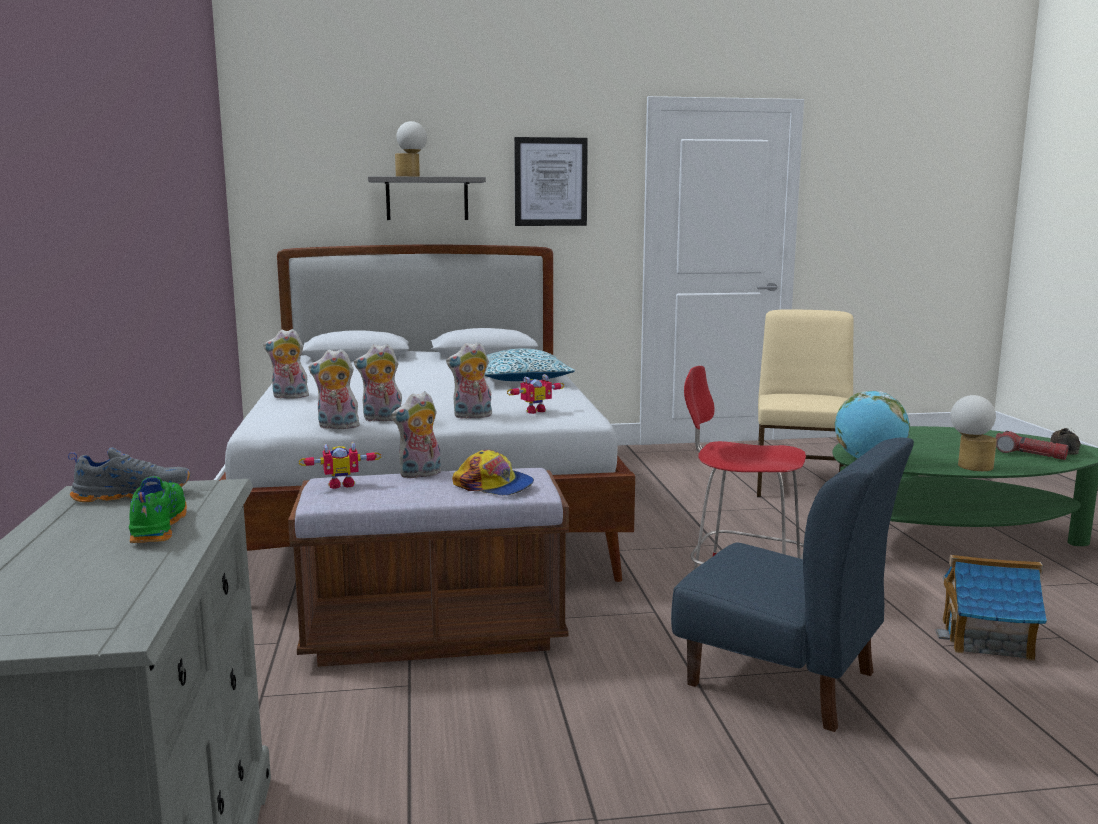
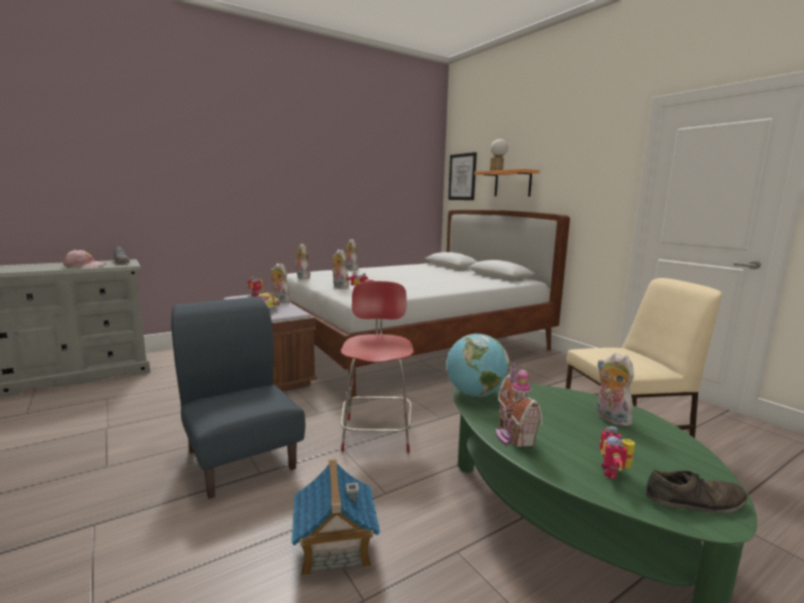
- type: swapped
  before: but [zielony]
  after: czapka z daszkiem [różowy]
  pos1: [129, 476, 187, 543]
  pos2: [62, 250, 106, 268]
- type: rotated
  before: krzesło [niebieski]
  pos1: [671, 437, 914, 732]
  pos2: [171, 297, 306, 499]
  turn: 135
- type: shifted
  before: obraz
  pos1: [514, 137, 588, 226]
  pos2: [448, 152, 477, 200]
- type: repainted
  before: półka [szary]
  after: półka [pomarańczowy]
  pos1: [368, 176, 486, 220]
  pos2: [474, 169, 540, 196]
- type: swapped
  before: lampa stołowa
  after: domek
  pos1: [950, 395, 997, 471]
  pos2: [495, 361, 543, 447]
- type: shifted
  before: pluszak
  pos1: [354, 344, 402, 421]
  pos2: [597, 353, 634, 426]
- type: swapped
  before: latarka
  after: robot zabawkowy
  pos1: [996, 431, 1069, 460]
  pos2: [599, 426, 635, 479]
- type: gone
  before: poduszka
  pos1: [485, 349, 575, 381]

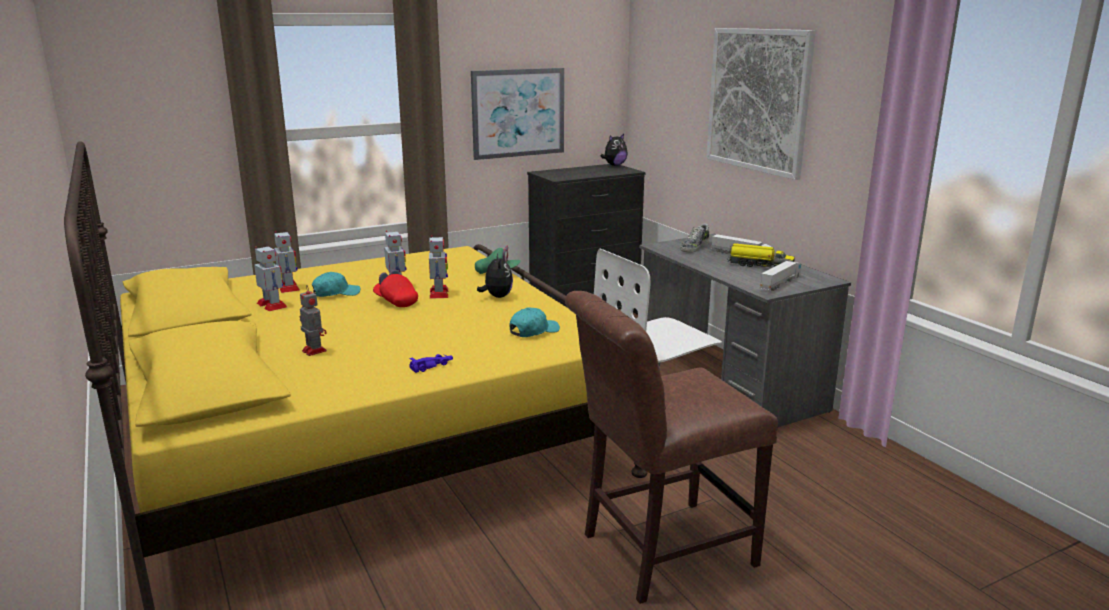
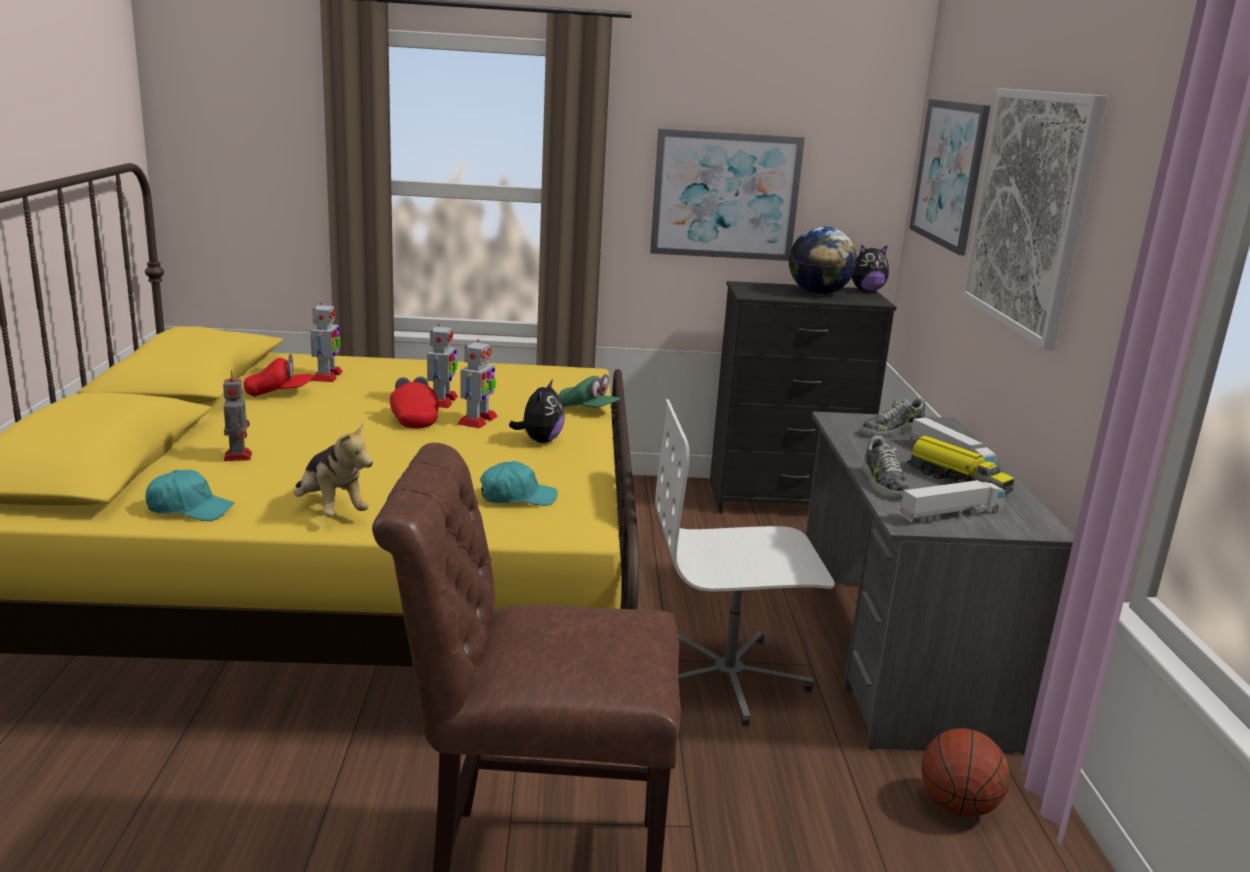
- type: shifted
  before: czapka z daszkiem [turkusowy]
  pos1: [312, 272, 361, 297]
  pos2: [145, 470, 235, 521]
- type: swapped
  before: robot zabawkowy
  after: czapka z daszkiem [czerwony]
  pos1: [254, 246, 287, 311]
  pos2: [243, 354, 313, 396]
- type: swapped
  before: samochodzik [fioletowy]
  after: pluszak
  pos1: [409, 354, 453, 373]
  pos2: [294, 422, 373, 516]
- type: new
  after: globus
  pos2: [789, 226, 857, 294]
- type: new
  after: but
  pos2: [863, 436, 910, 499]
- type: new
  after: obraz
  pos2: [909, 99, 990, 255]
- type: new
  after: piłka do koszykówki
  pos2: [921, 728, 1010, 817]

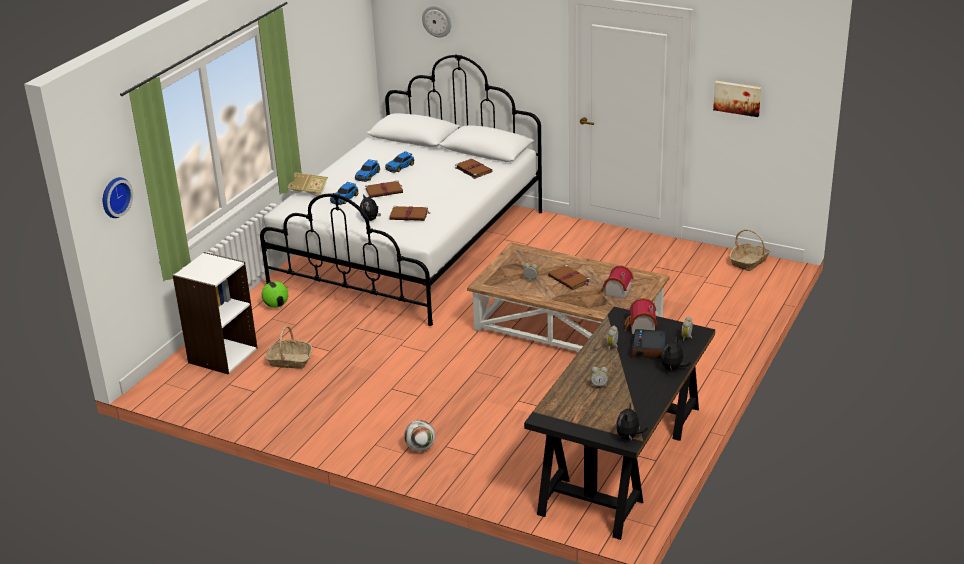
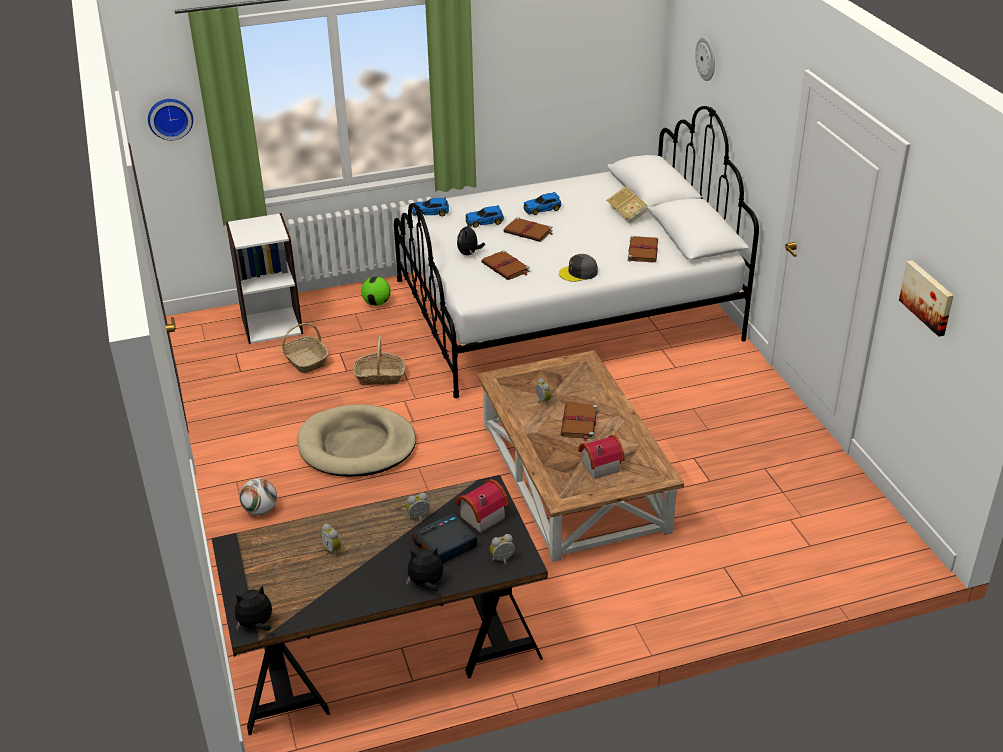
- type: new
  after: legowisko [beżowy]
  pos2: [297, 404, 416, 477]
- type: shifted
  before: koszyk
  pos1: [729, 229, 770, 271]
  pos2: [353, 336, 405, 385]
- type: shifted
  before: samochodzik
  pos1: [385, 151, 414, 173]
  pos2: [412, 197, 449, 216]
- type: new
  after: czapka z daszkiem [szary]
  pos2: [559, 254, 598, 282]
- type: shifted
  before: książka
  pos1: [288, 172, 328, 196]
  pos2: [606, 186, 648, 224]

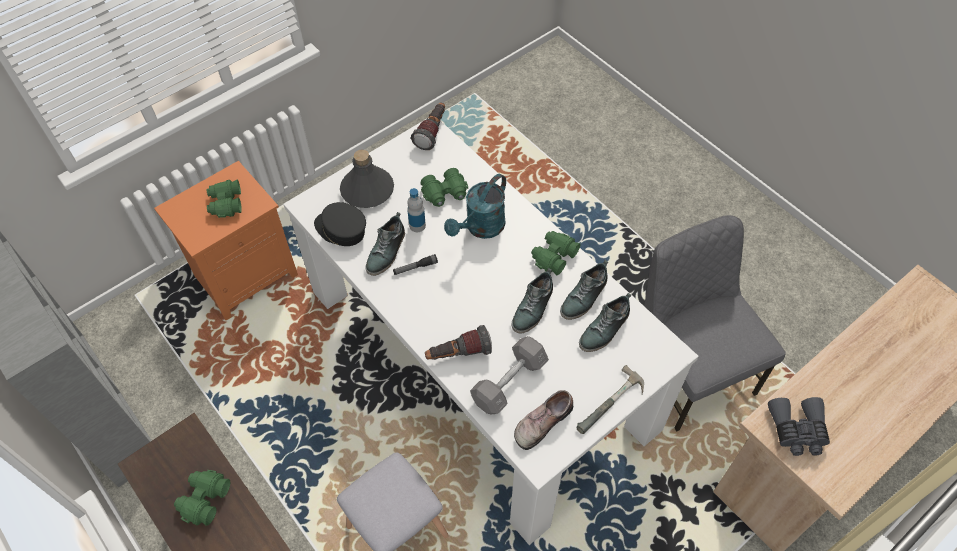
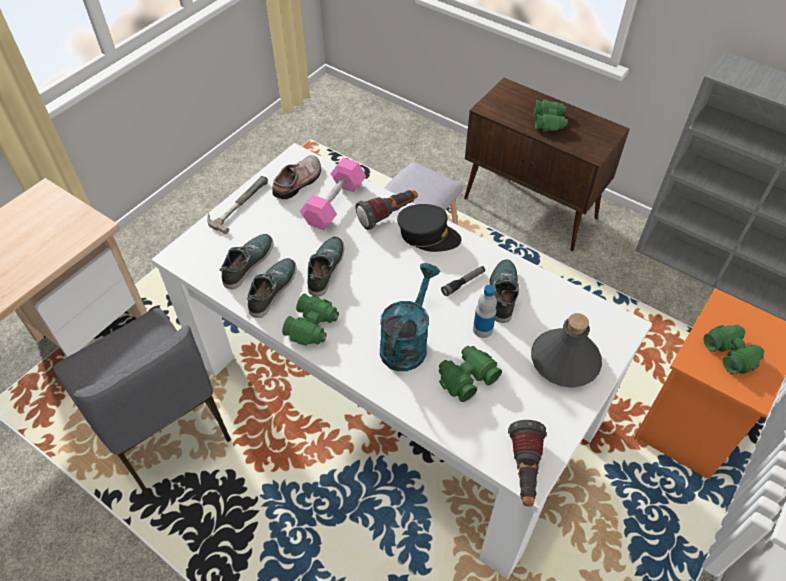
- type: repainted
  before: hantel [szary]
  after: hantel [różowy]
  pos1: [470, 336, 549, 415]
  pos2: [300, 157, 366, 230]
- type: shifted
  before: czapka z daszkiem [czarny]
  pos1: [314, 202, 366, 246]
  pos2: [397, 204, 461, 252]
- type: gone
  before: lornetka [szary]
  pos1: [768, 397, 830, 456]

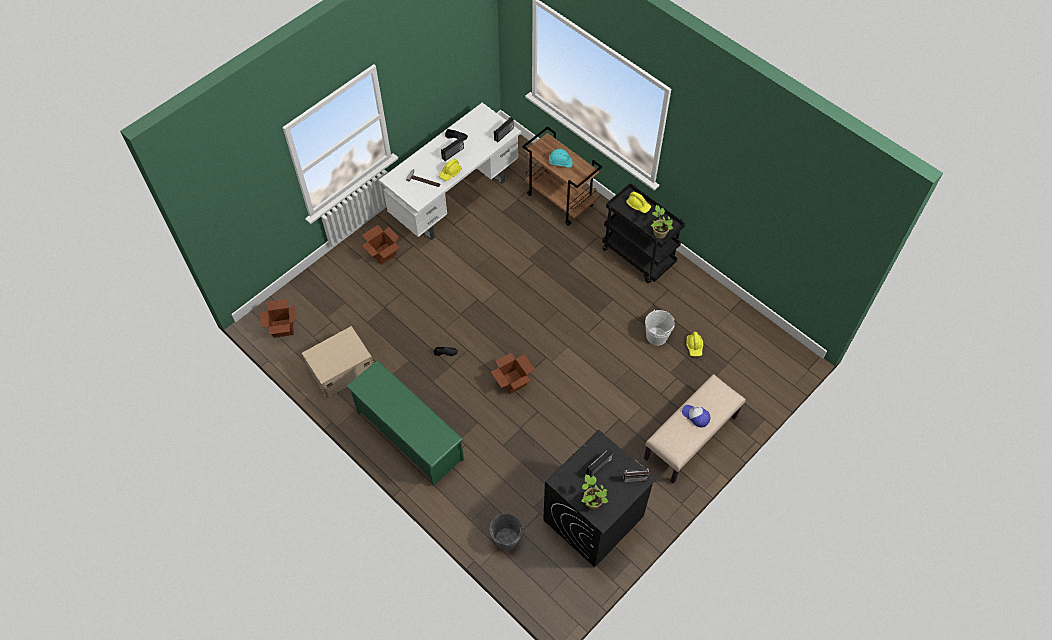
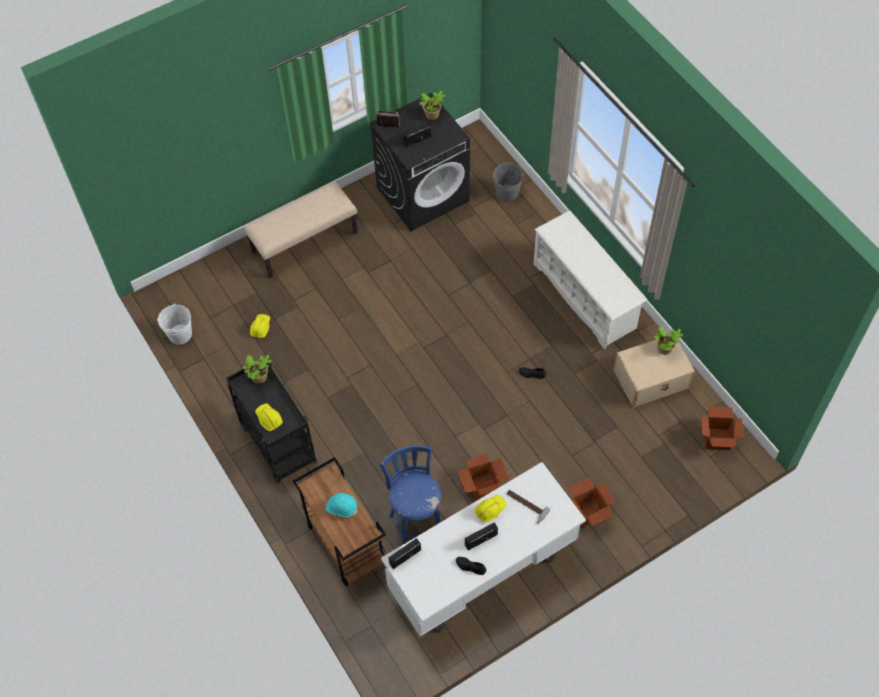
- type: shifted
  before: wiadro [biały]
  pos1: [645, 310, 675, 346]
  pos2: [157, 303, 192, 344]
- type: new
  after: stołek [niebieski]
  pos2: [380, 445, 441, 545]
- type: shifted
  before: karton
  pos1: [491, 352, 535, 394]
  pos2: [457, 454, 509, 501]
- type: repainted
  before: regał na buty [zielony]
  after: regał na buty [biały]
  pos1: [346, 360, 464, 486]
  pos2: [534, 210, 647, 349]
- type: new
  after: roślina doniczkowa
  pos2: [654, 327, 683, 355]
- type: gone
  before: czapka z daszkiem
  pos1: [682, 405, 710, 427]

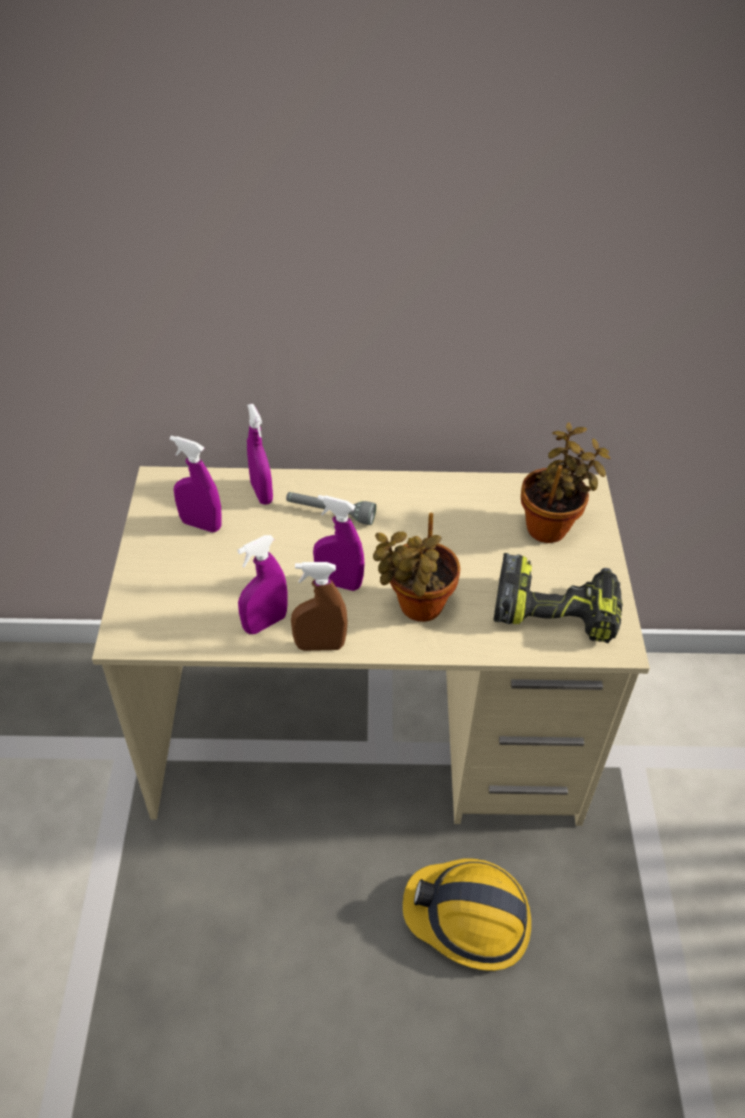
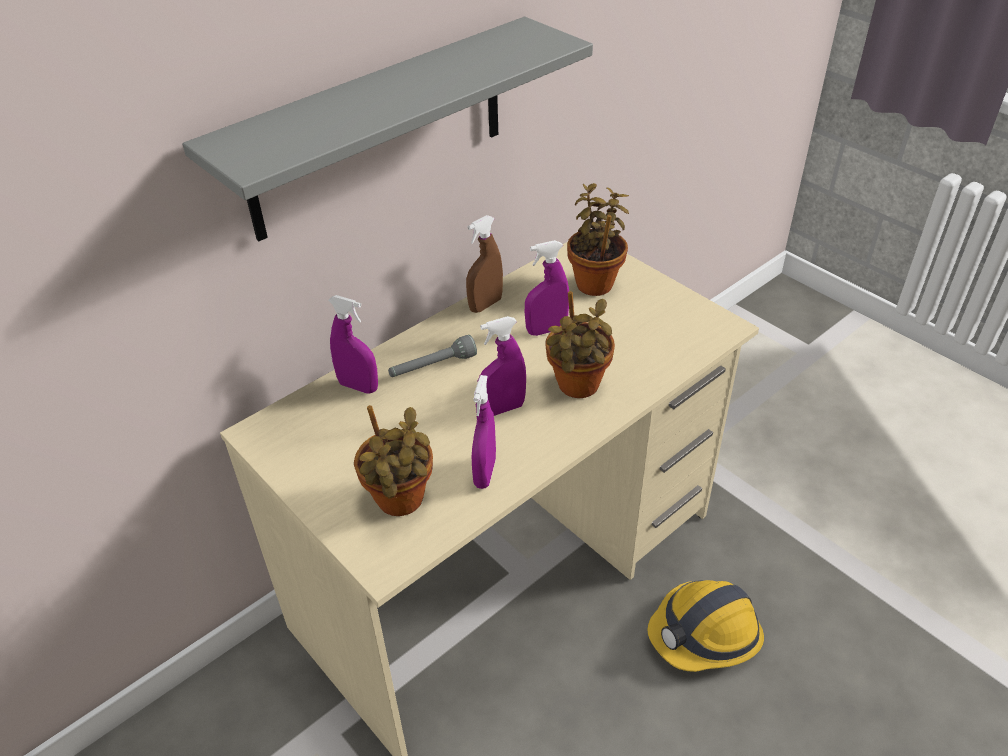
- type: new
  after: półka [szary]
  pos2: [182, 17, 593, 241]
- type: new
  after: roślina doniczkowa
  pos2: [354, 405, 433, 516]
- type: shifted
  before: spryskiwacz [brązowy]
  pos1: [291, 562, 348, 651]
  pos2: [466, 215, 503, 313]
- type: shifted
  before: spryskiwacz [fioletowy]
  pos1: [170, 436, 222, 533]
  pos2: [525, 240, 569, 336]
- type: gone
  before: wiertarka
  pos1: [494, 553, 623, 643]

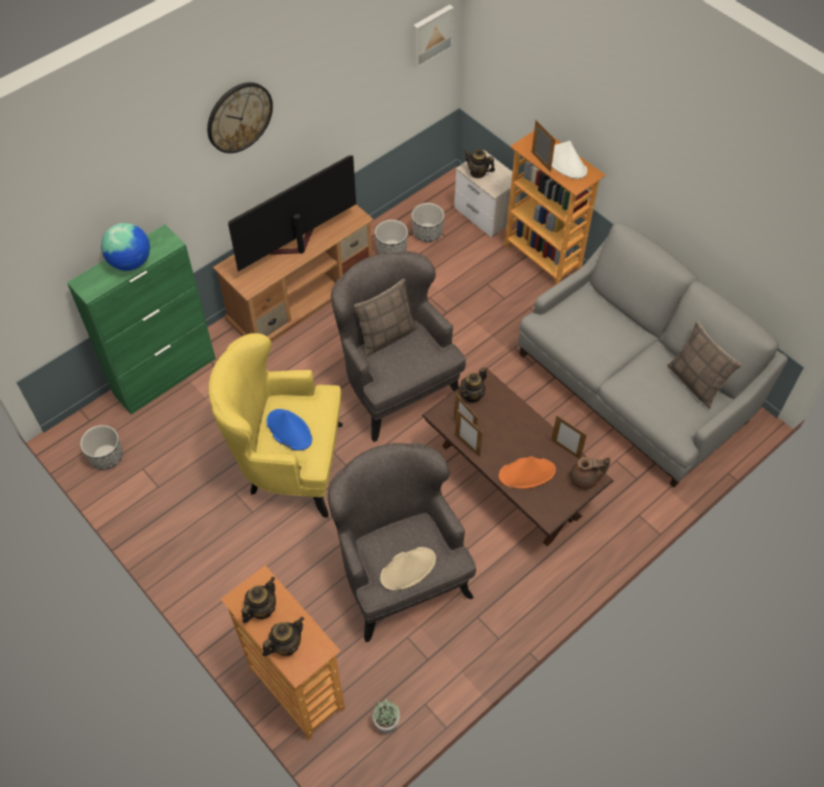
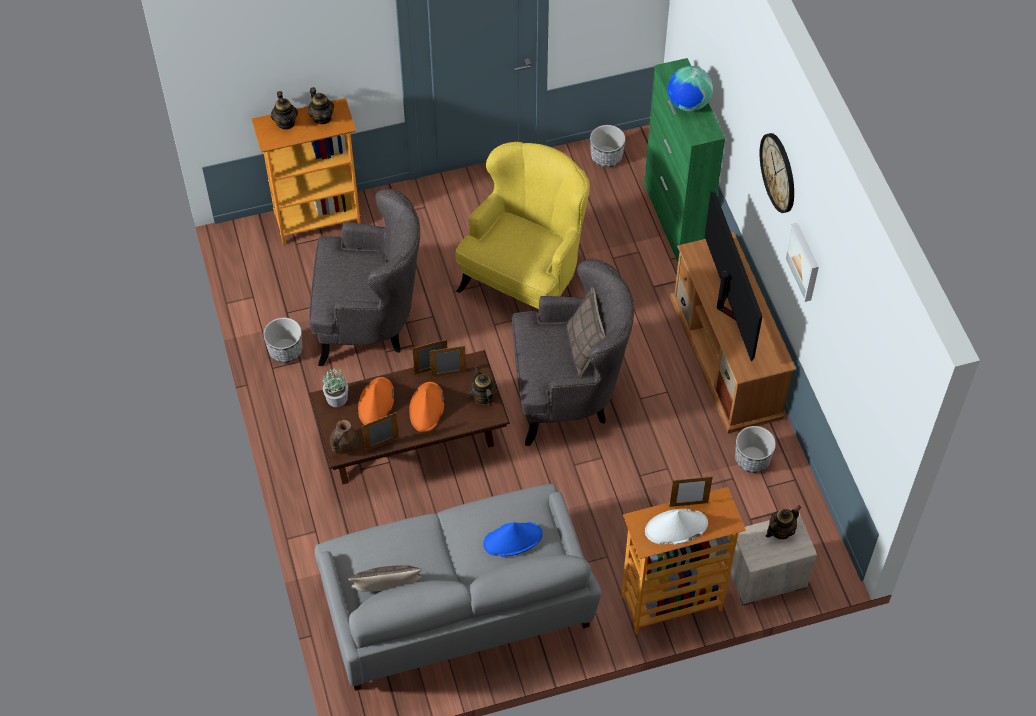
- type: shifted
  before: donica
  pos1: [412, 203, 444, 242]
  pos2: [263, 318, 303, 363]
- type: shifted
  before: roślina doniczkowa
  pos1: [372, 699, 400, 734]
  pos2: [323, 367, 348, 407]
- type: new
  after: kapelusz [pomarańczowy]
  pos2: [409, 382, 444, 432]
- type: shifted
  before: kapelusz [niebieski]
  pos1: [267, 409, 312, 451]
  pos2: [483, 522, 543, 556]
- type: shifted
  before: obraz
  pos1: [413, 5, 454, 68]
  pos2: [784, 223, 819, 302]
- type: gone
  before: kapelusz [beżowy]
  pos1: [380, 547, 436, 591]

